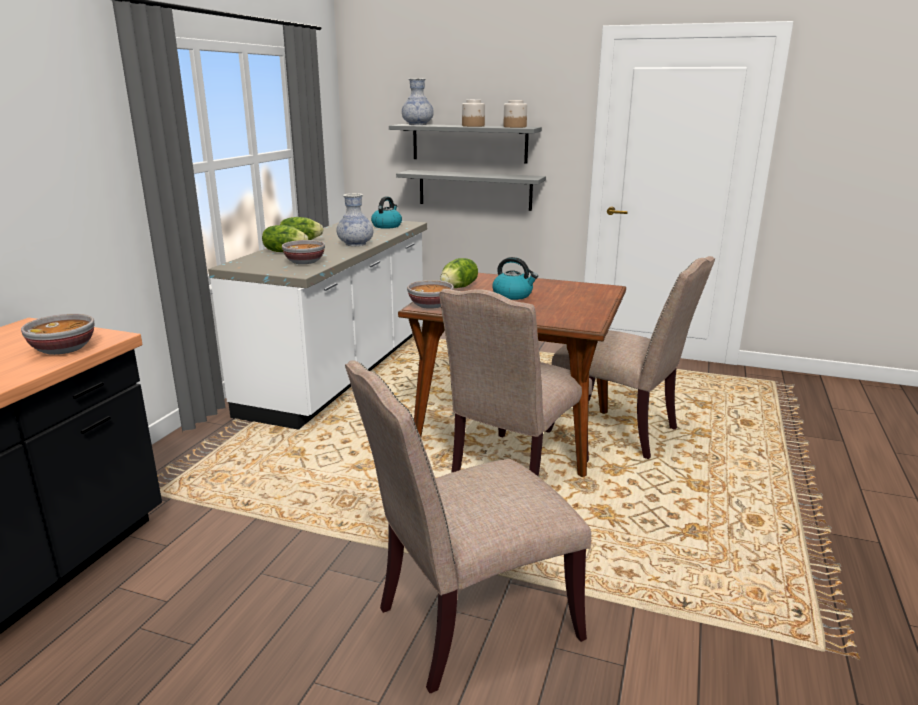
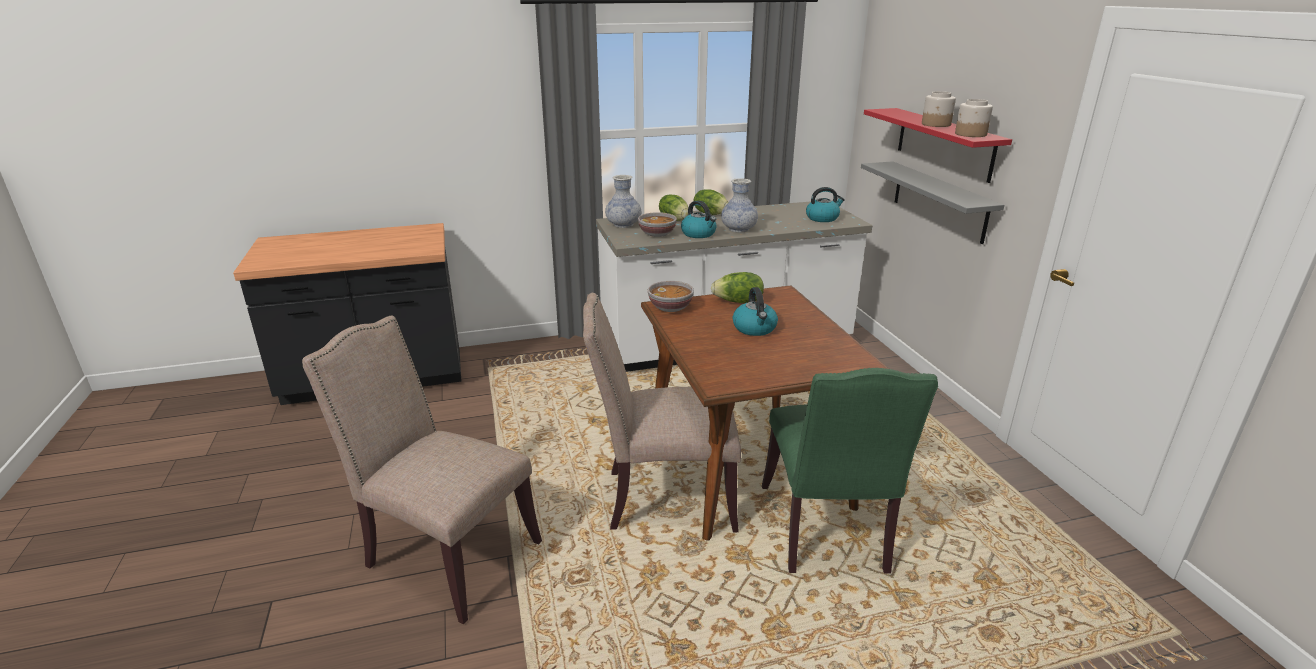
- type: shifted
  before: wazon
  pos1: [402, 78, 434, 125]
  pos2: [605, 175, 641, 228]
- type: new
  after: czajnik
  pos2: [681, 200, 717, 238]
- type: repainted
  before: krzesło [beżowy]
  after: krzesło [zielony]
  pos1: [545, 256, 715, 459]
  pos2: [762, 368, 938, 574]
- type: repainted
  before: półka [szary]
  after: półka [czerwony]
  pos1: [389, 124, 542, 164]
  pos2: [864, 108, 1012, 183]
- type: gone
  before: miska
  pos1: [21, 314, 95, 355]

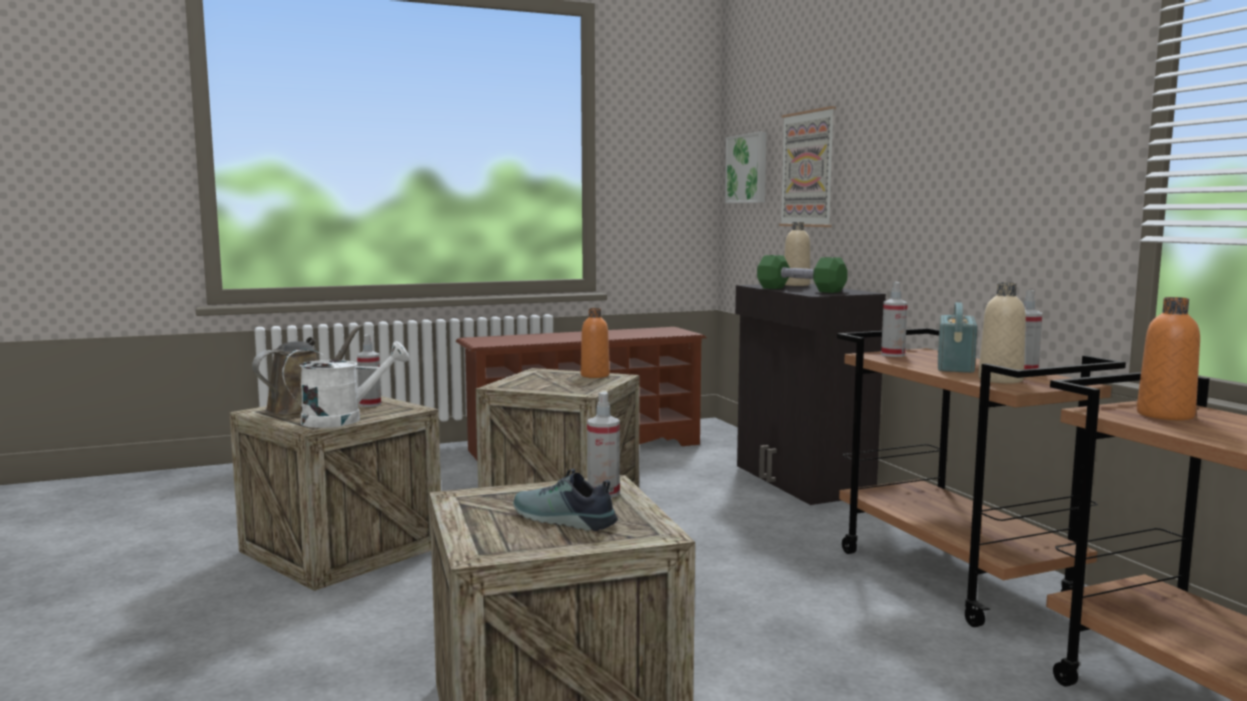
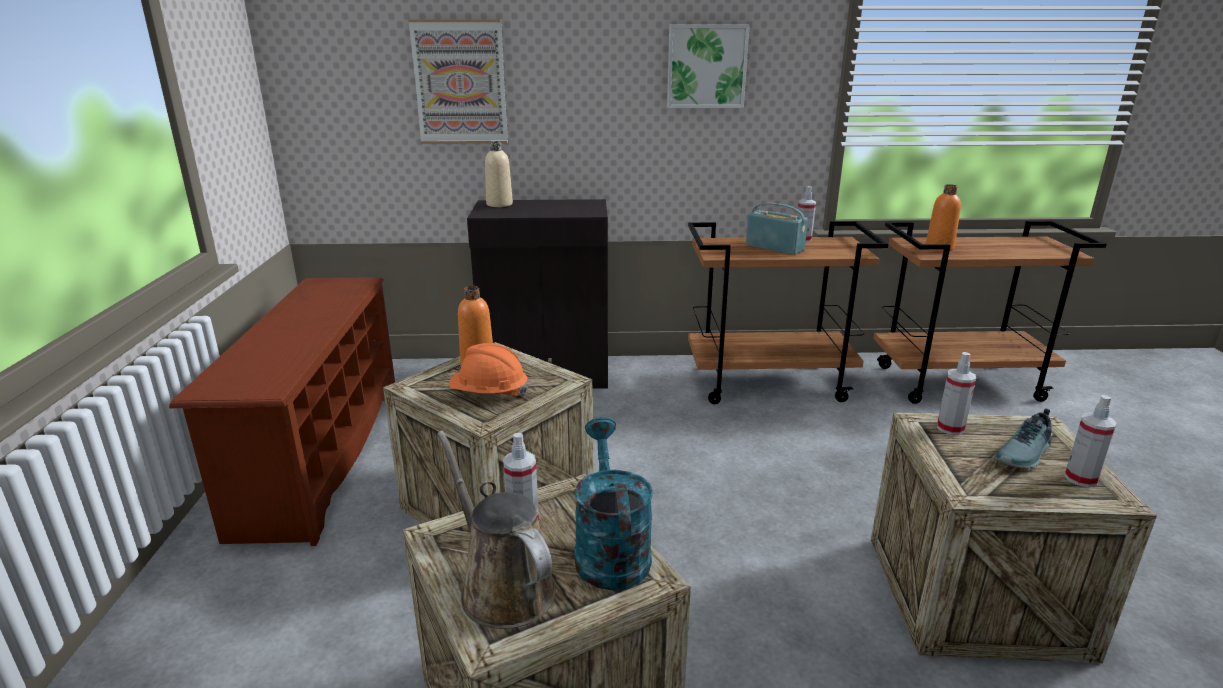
- type: new
  after: kask [pomarańczowy]
  pos2: [448, 343, 529, 396]
- type: repainted
  before: konewka [biały]
  after: konewka [turkusowy]
  pos1: [282, 341, 409, 428]
  pos2: [575, 417, 653, 590]
- type: shifted
  before: obraz
  pos1: [725, 132, 767, 203]
  pos2: [667, 25, 750, 108]
- type: shifted
  before: spryskiwacz
  pos1: [881, 282, 908, 357]
  pos2: [1064, 395, 1117, 487]
- type: gone
  before: hantel [zielony]
  pos1: [757, 255, 848, 293]
- type: gone
  before: butelka [beżowy]
  pos1: [978, 282, 1026, 384]

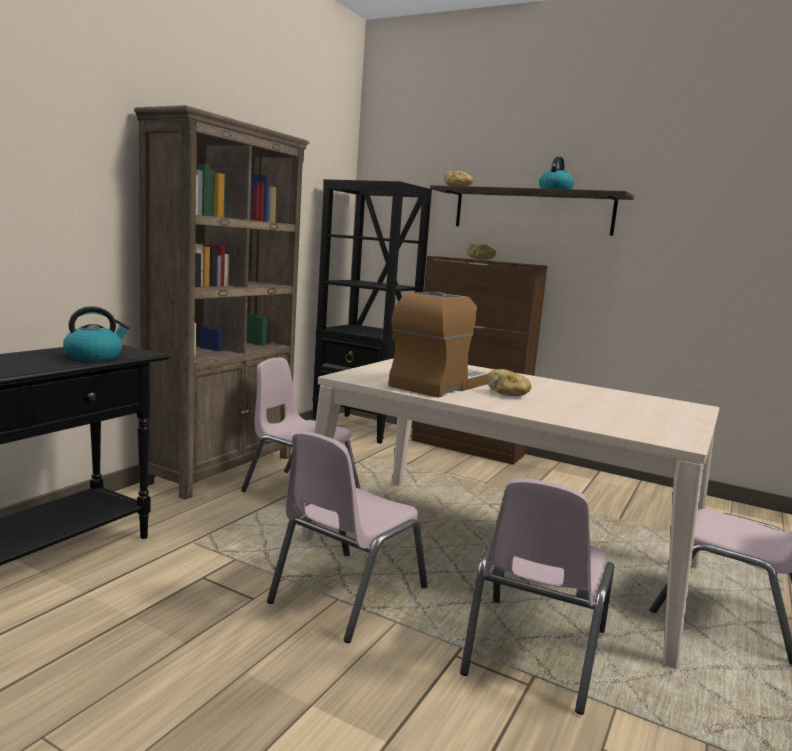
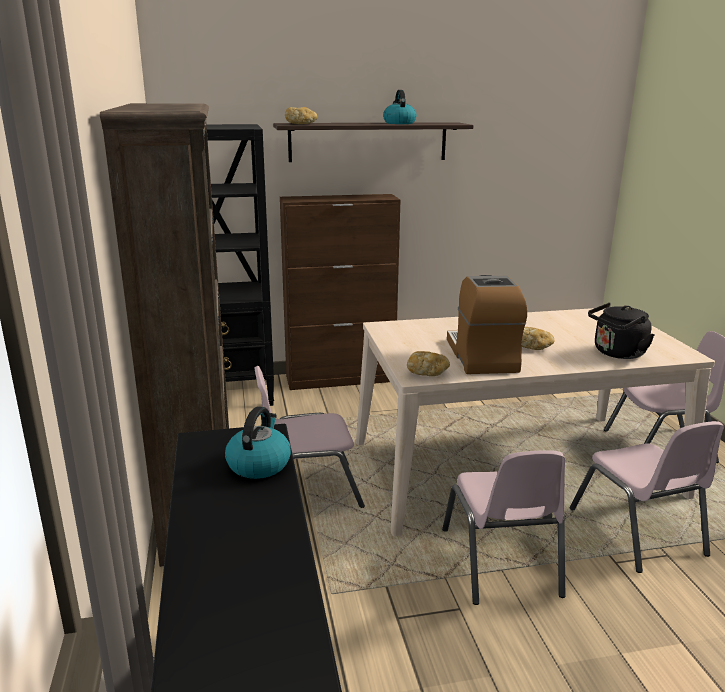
- type: shifted
  before: chleb
  pos1: [467, 244, 496, 260]
  pos2: [407, 351, 450, 376]
- type: new
  after: czajnik [czarny]
  pos2: [588, 303, 654, 359]

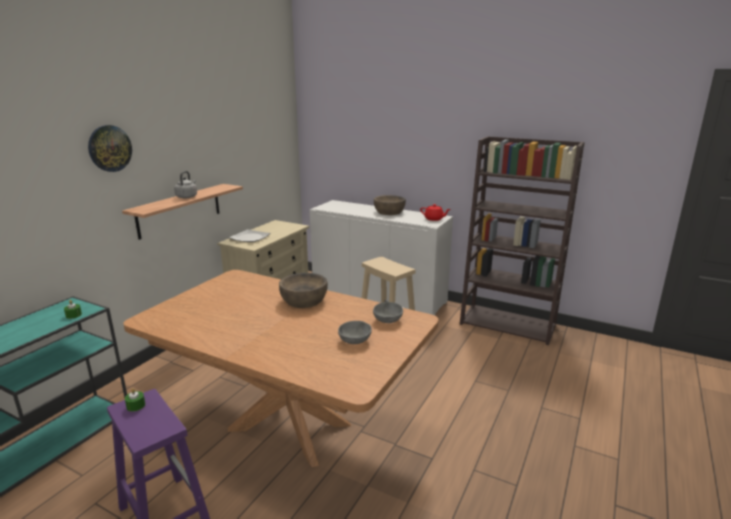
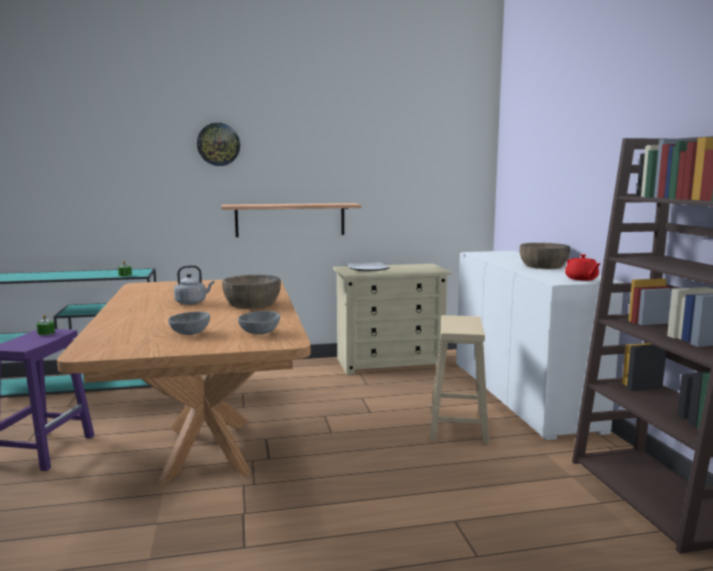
- type: shifted
  before: czajnik [szary]
  pos1: [174, 171, 197, 199]
  pos2: [174, 265, 214, 304]

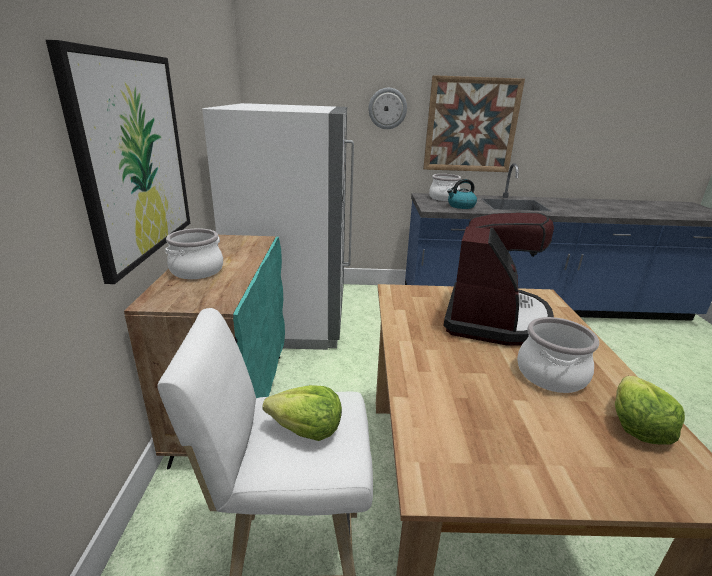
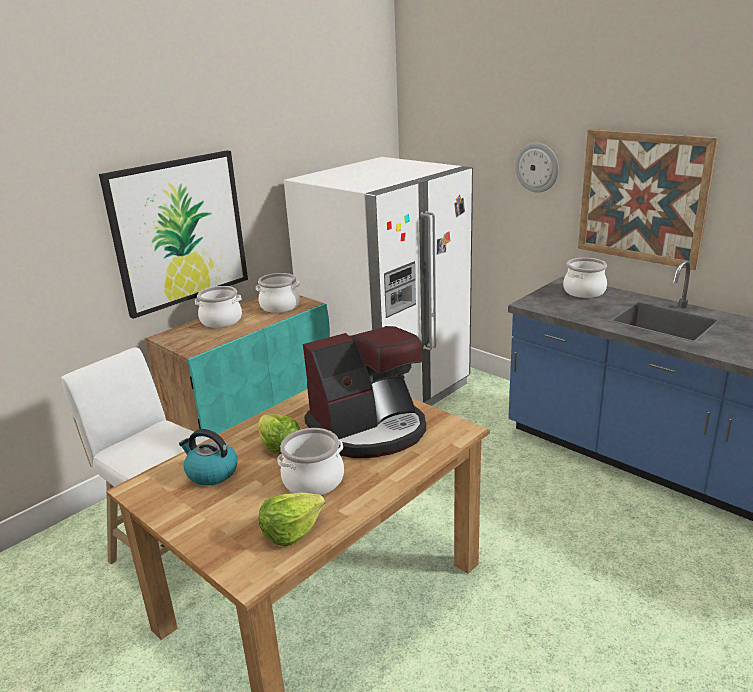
- type: shifted
  before: czajnik
  pos1: [447, 179, 477, 209]
  pos2: [179, 429, 238, 486]
- type: new
  after: garnek
  pos2: [256, 273, 300, 313]
- type: shifted
  before: sałata
  pos1: [262, 385, 342, 441]
  pos2: [258, 414, 300, 454]

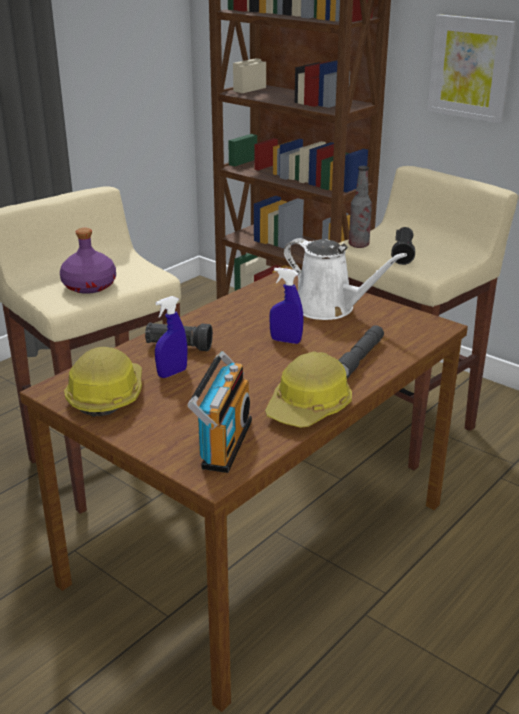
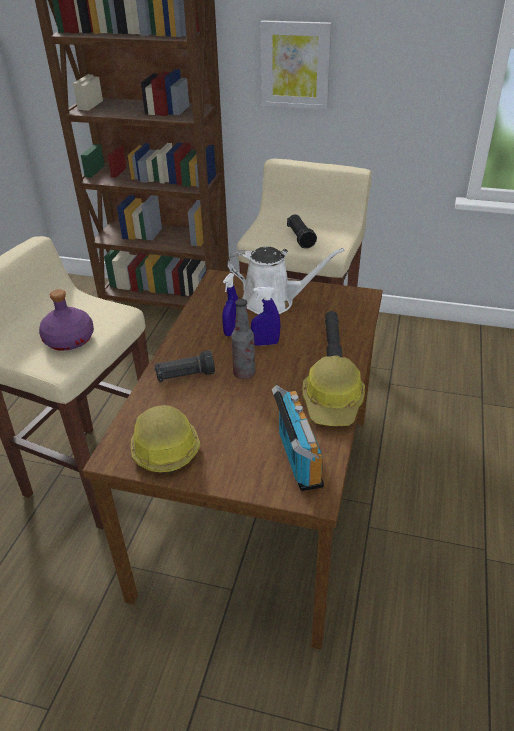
- type: shifted
  before: spryskiwacz [niebieski]
  pos1: [155, 296, 187, 378]
  pos2: [222, 273, 238, 336]
- type: shifted
  before: butelka
  pos1: [349, 166, 372, 248]
  pos2: [231, 299, 255, 379]

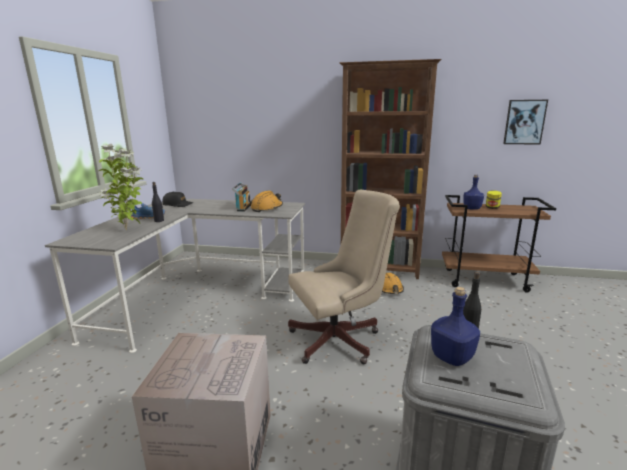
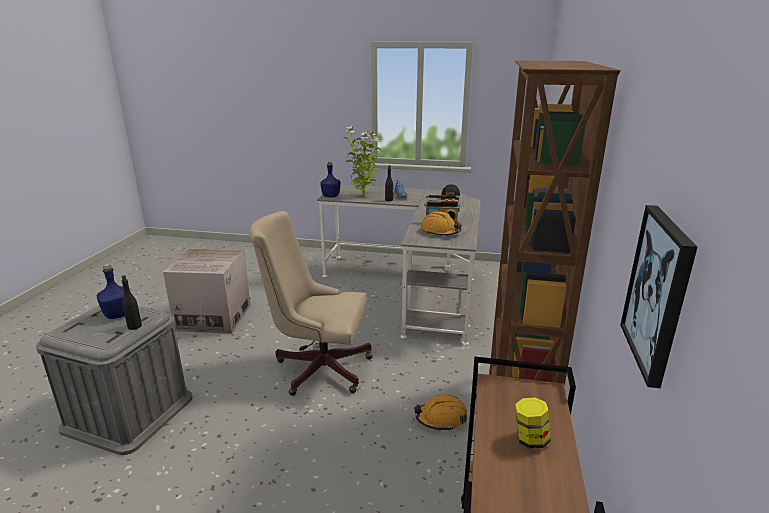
- type: rotated
  before: krzesło biurowe [beżowy]
  pos1: [288, 190, 400, 364]
  pos2: [249, 211, 373, 396]
  turn: 120
- type: shifted
  before: butelka [niebieski]
  pos1: [463, 175, 484, 210]
  pos2: [321, 162, 340, 197]

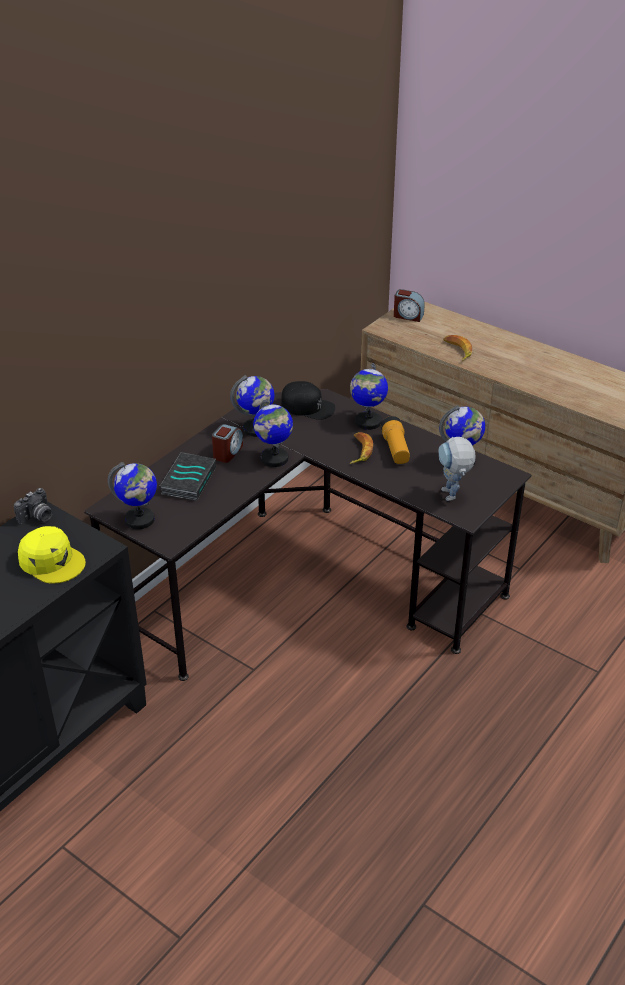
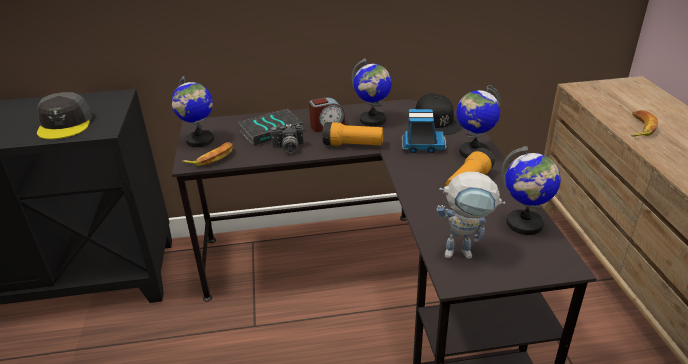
- type: repainted
  before: czapka z daszkiem [żółty]
  after: czapka z daszkiem [szary]
  pos1: [18, 526, 86, 584]
  pos2: [37, 92, 92, 139]
- type: shifted
  before: banan
  pos1: [350, 432, 373, 464]
  pos2: [182, 142, 233, 166]
- type: shifted
  before: aparat fotograficzny
  pos1: [14, 488, 52, 524]
  pos2: [270, 124, 304, 153]
- type: swapped
  before: globus
  after: latarka
  pos1: [253, 399, 293, 467]
  pos2: [322, 122, 383, 146]
- type: new
  after: ciężarówka zabawkowa
  pos2: [402, 109, 447, 153]
- type: rotated
  before: robot zabawkowy
  pos1: [438, 437, 476, 501]
  pos2: [436, 172, 505, 259]
  turn: -120
- type: gone
  before: budzik
  pos1: [394, 289, 425, 322]

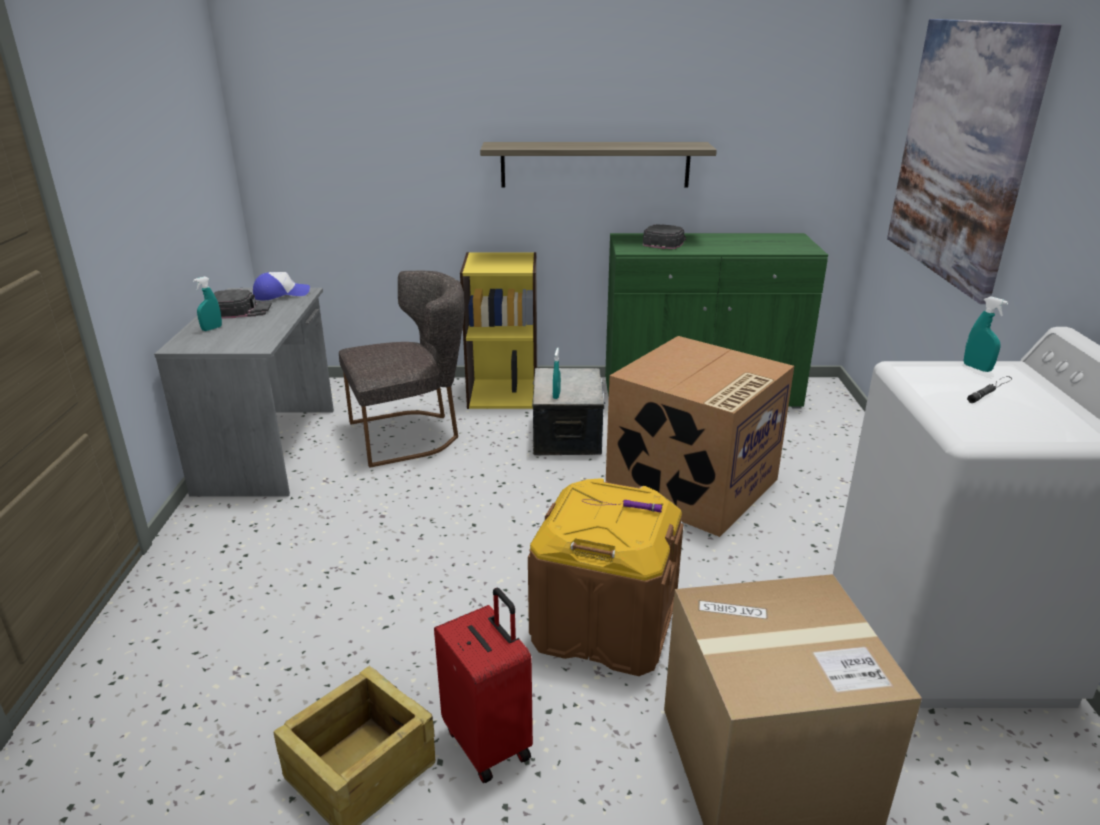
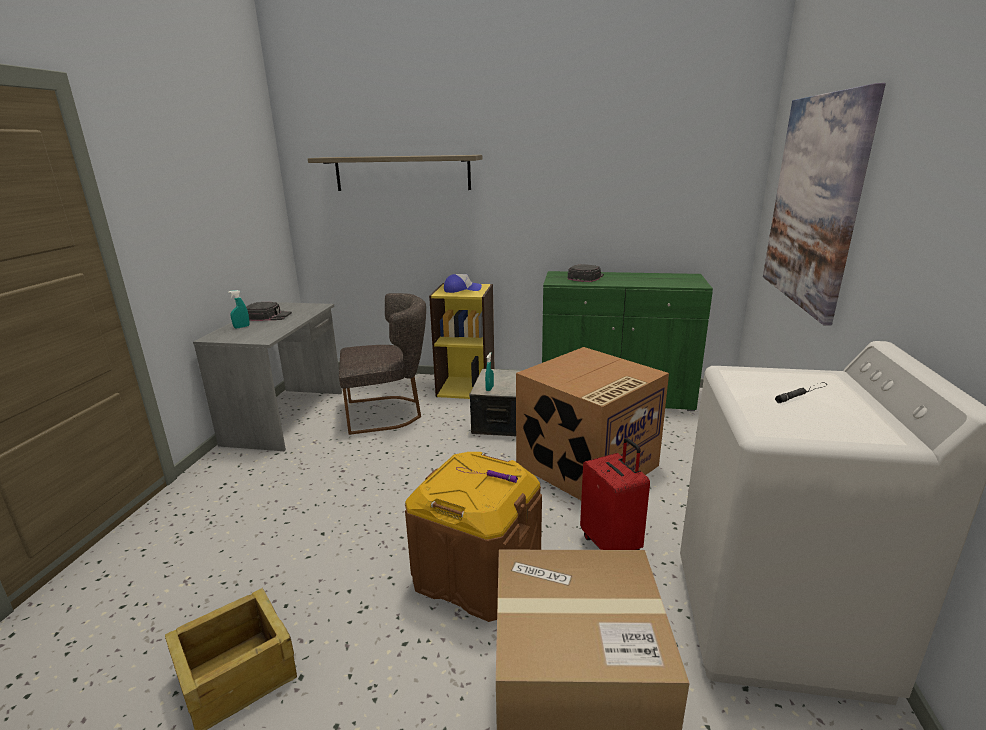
- type: shifted
  before: półka
  pos1: [480, 142, 717, 188]
  pos2: [308, 155, 482, 191]
- type: shifted
  before: czapka z daszkiem
  pos1: [253, 272, 310, 301]
  pos2: [444, 274, 482, 293]
- type: shifted
  before: walizka [czerwony]
  pos1: [434, 588, 533, 783]
  pos2: [580, 438, 650, 550]
- type: gone
  before: spryskiwacz [turkusowy]
  pos1: [964, 296, 1008, 372]

